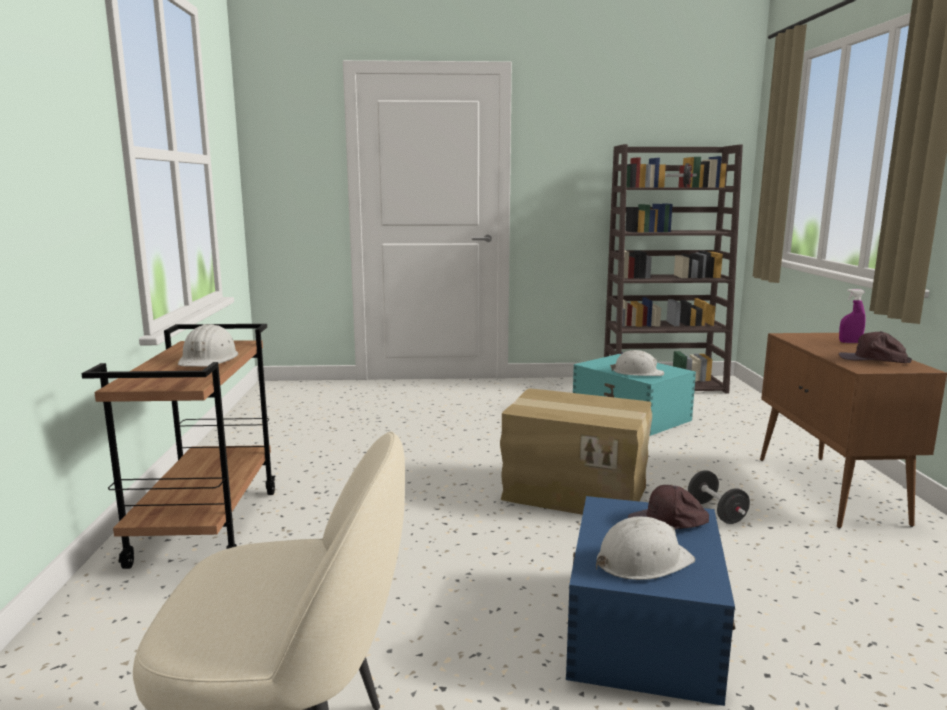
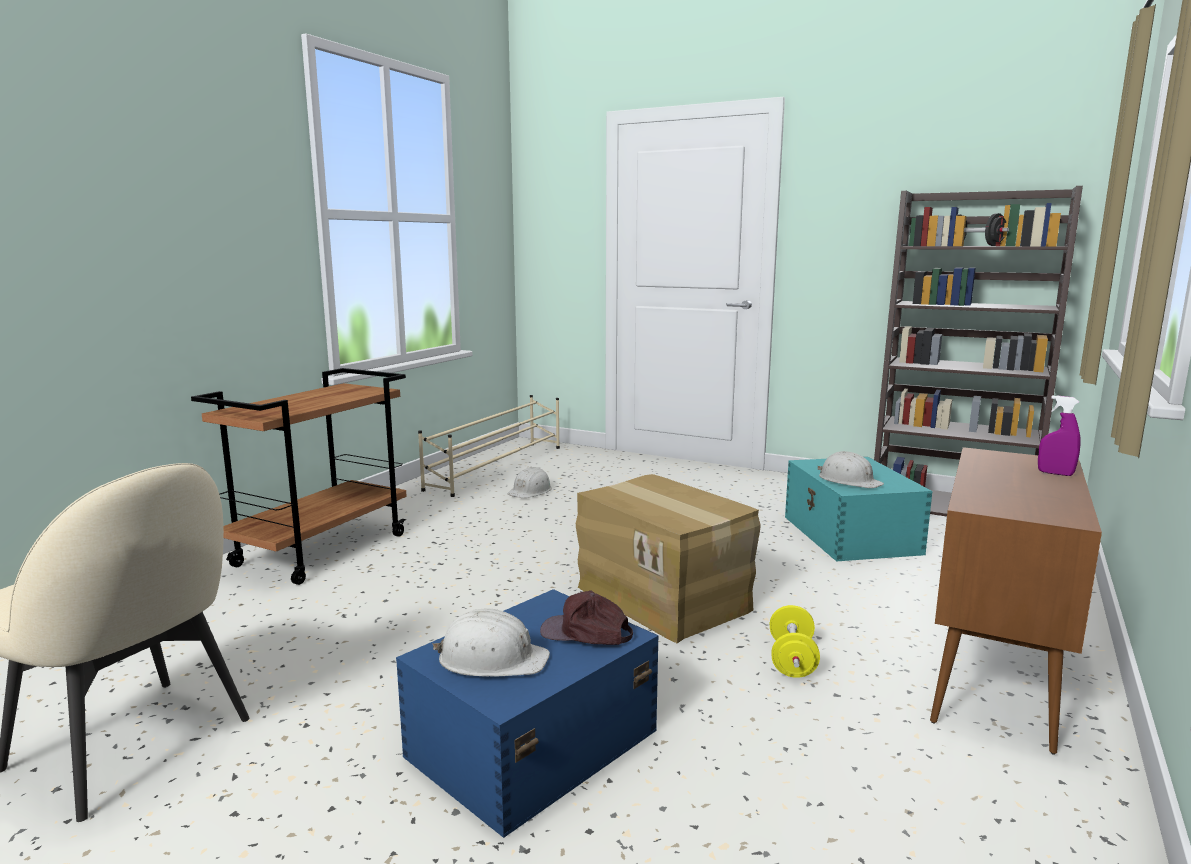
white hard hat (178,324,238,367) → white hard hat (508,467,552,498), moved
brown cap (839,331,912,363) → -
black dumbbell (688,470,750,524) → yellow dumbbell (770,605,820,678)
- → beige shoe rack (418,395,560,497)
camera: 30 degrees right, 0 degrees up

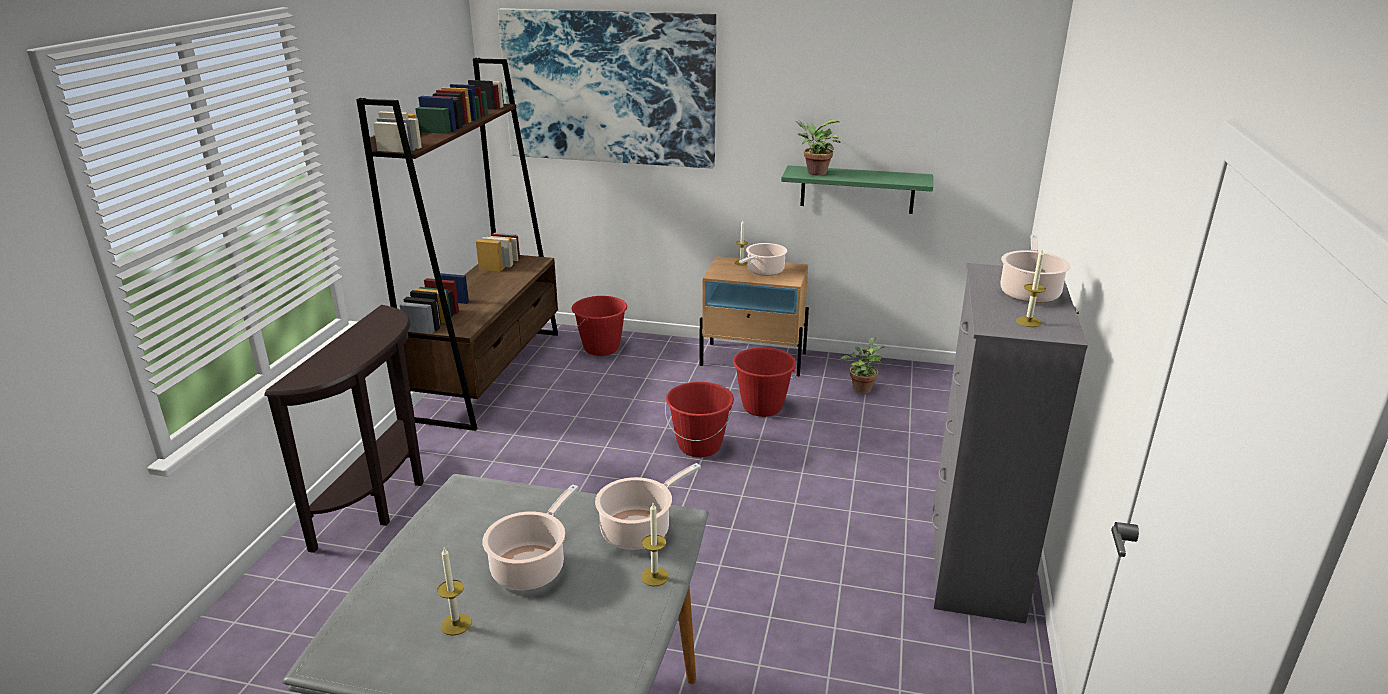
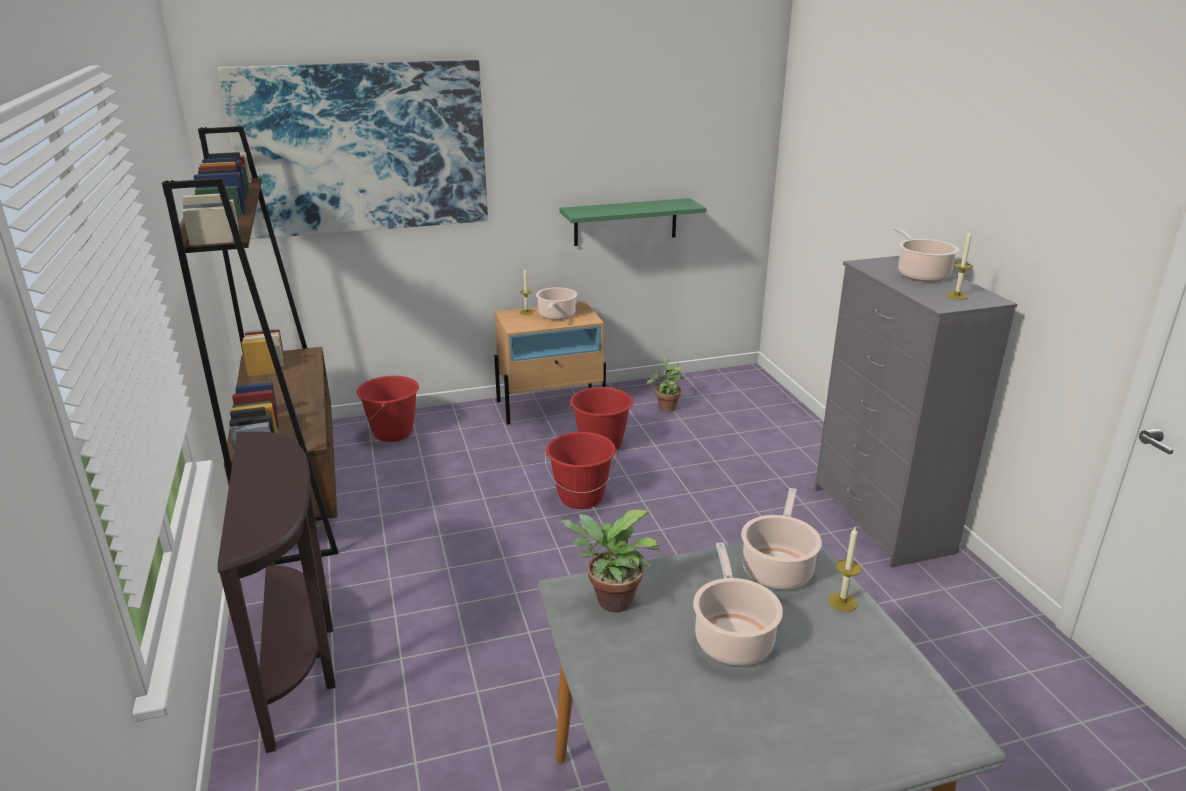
potted plant (795,120,840,175) → potted plant (559,510,660,612), moved
candle (437,548,471,636) → -
camera: 30 degrees left, 0 degrees up

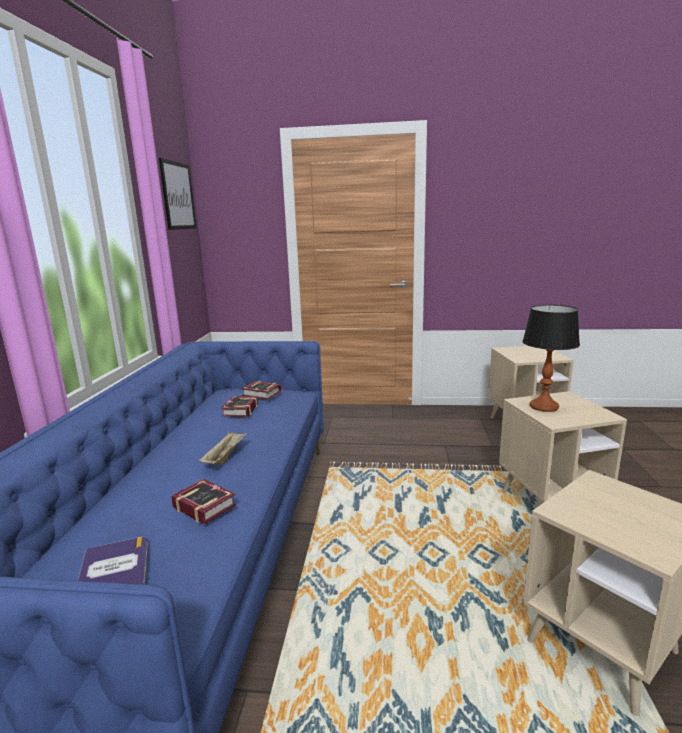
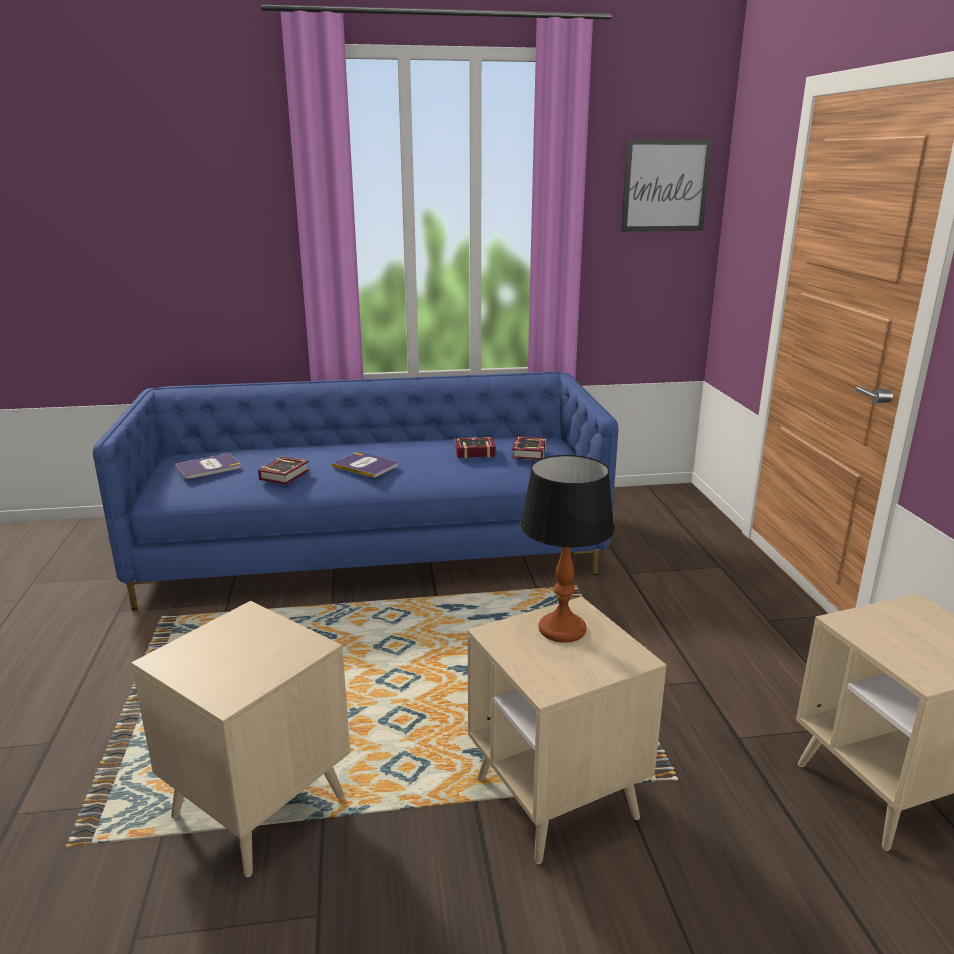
beige tray (198,431,248,465) → book (332,452,398,478)
camera: 75 degrees right, 5 degrees up

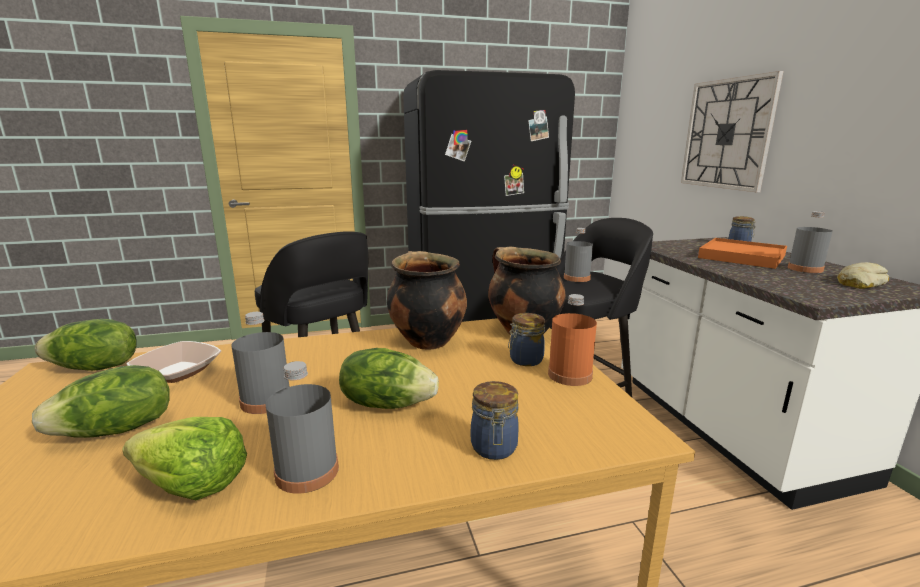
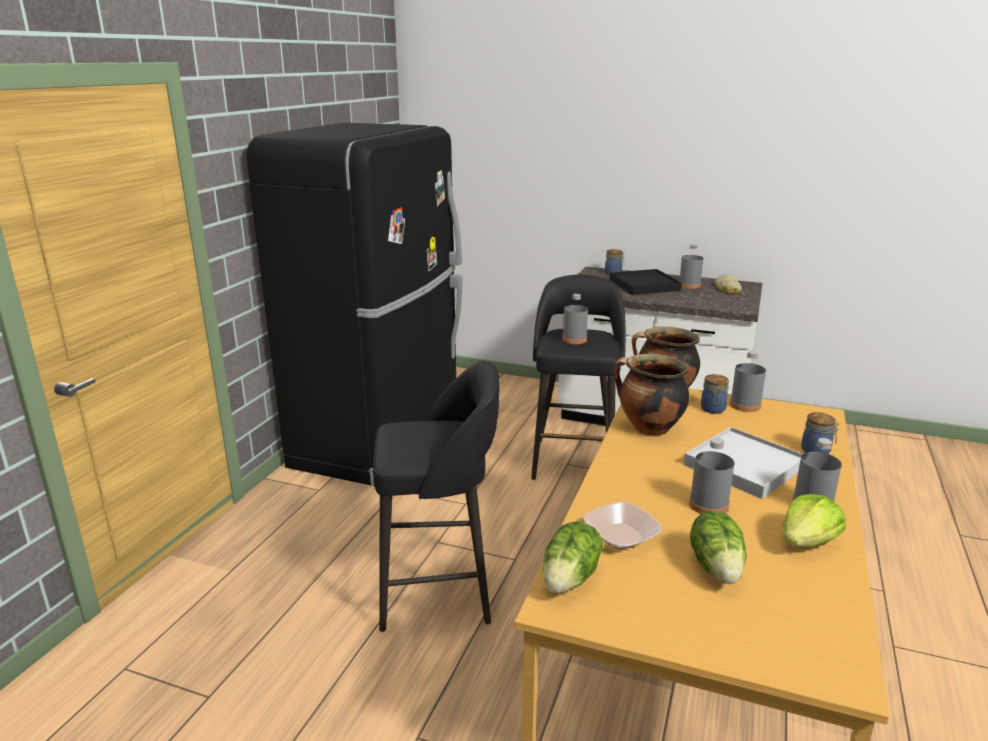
wall clock (681,71,784,192) → -
orange tray (698,238,787,269) → black tray (609,269,682,295)
orange bottle (548,294,597,386) → grey bottle (730,351,766,412)
lettuce (339,348,439,409) → white tray (684,427,802,499)
camera: 55 degrees left, 5 degrees up

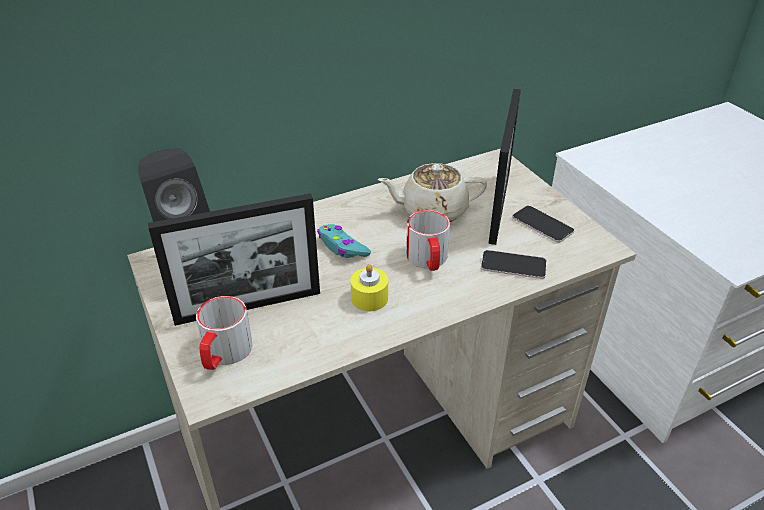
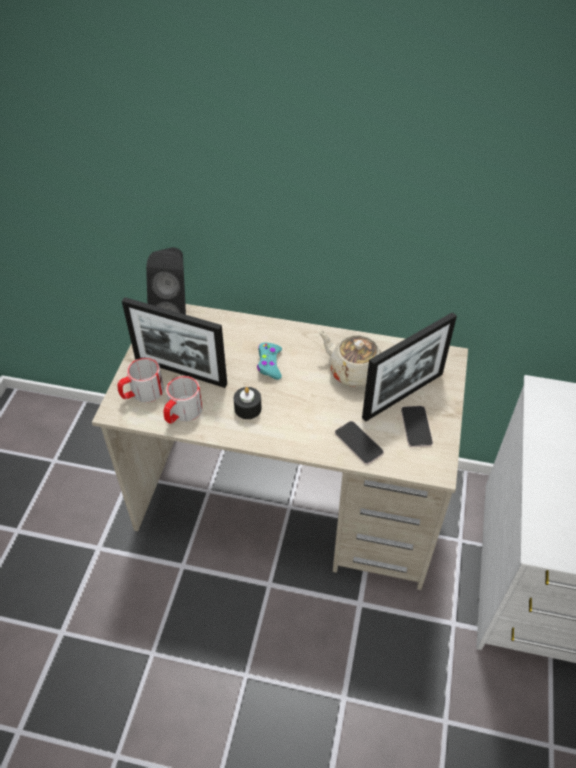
mug (406,210,450,271) → mug (164,376,202,424), moved
yellow candle (350,264,388,311) → black candle (234,387,262,419)
camera: 40 degrees right, 10 degrees up

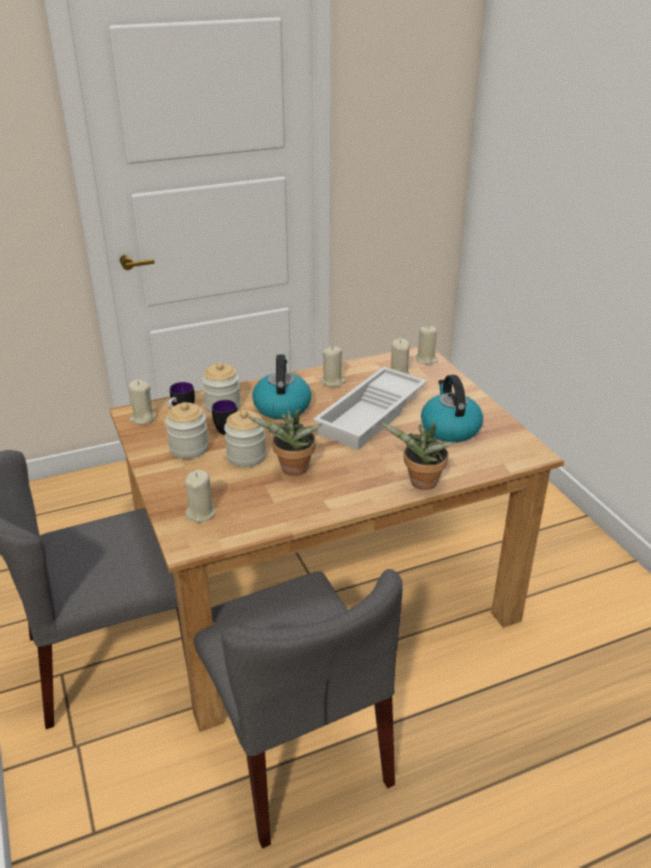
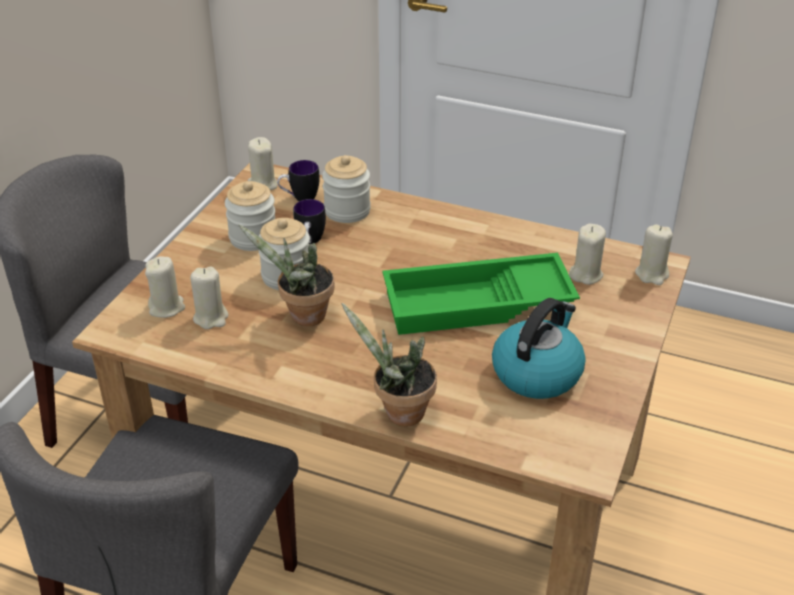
beige candle (320,346,346,387) → beige candle (190,266,229,329), moved
kettle (252,355,311,419) → -
white tray (313,367,427,450) → green tray (382,253,580,335)
camera: 45 degrees right, 5 degrees up

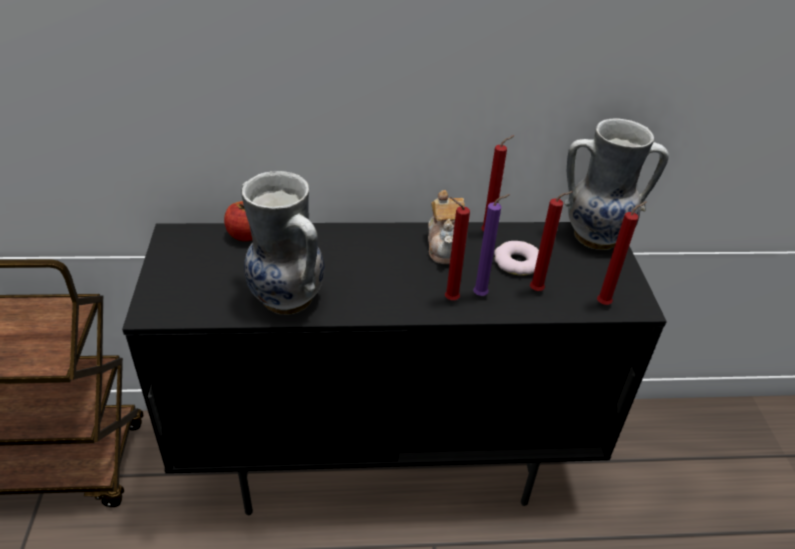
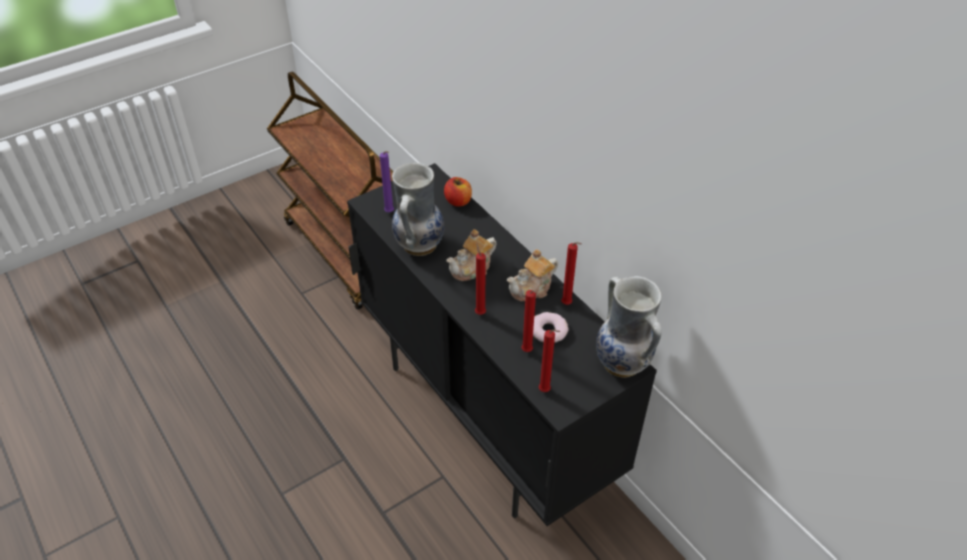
purple candle (473,194,511,296) → purple candle (380,151,394,212), moved
- → teapot (447,229,497,281)
camera: 60 degrees right, 5 degrees up

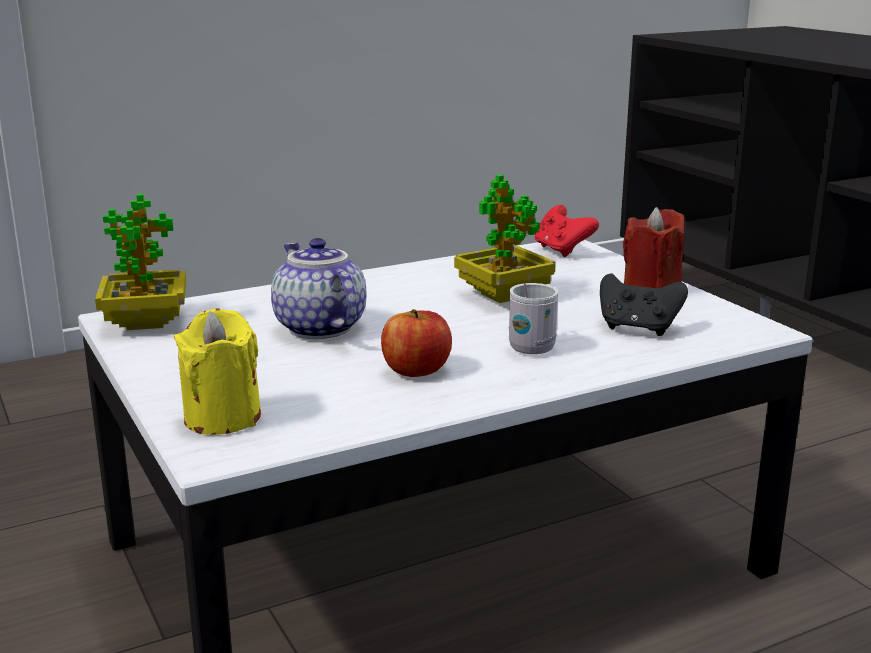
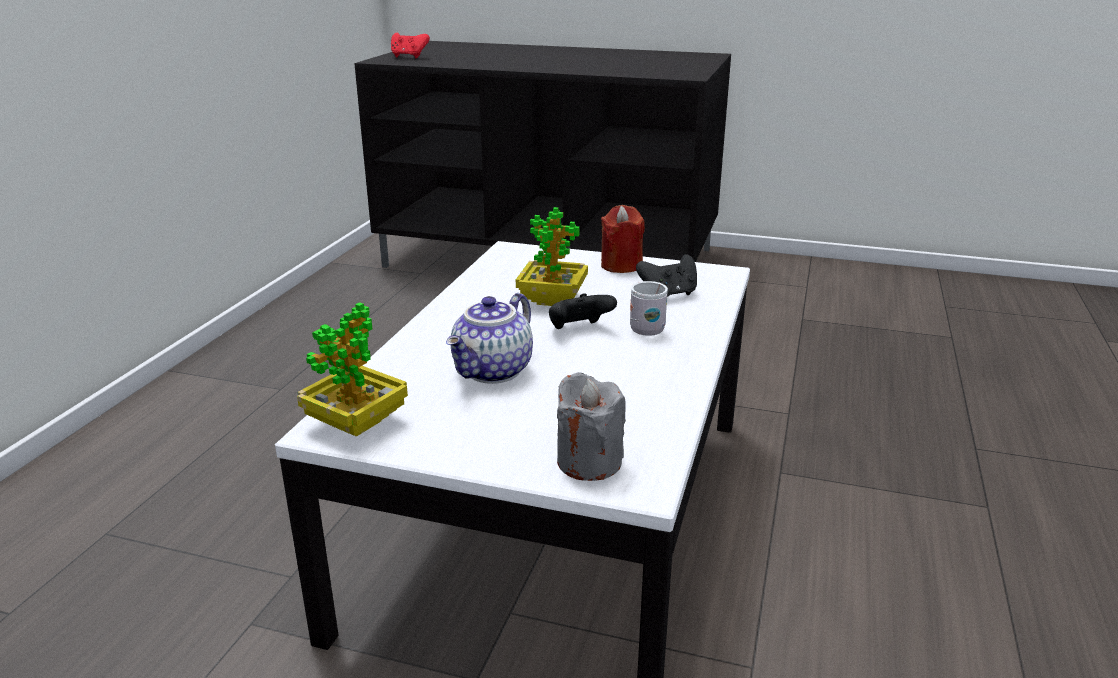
red game controller (535,205,599,257) → red game controller (391,33,430,58), moved
teapot (271,238,366,339) → teapot (446,293,533,384), 75 degrees counterclockwise
yellow candle (174,308,261,435) → grey candle (557,372,626,481)
apple (381,309,452,377) → -
- → black game controller (549,293,617,329)
camera: 45 degrees left, 5 degrees up

